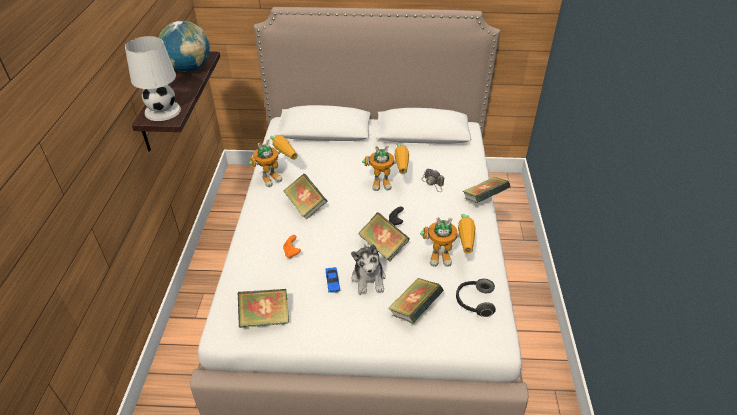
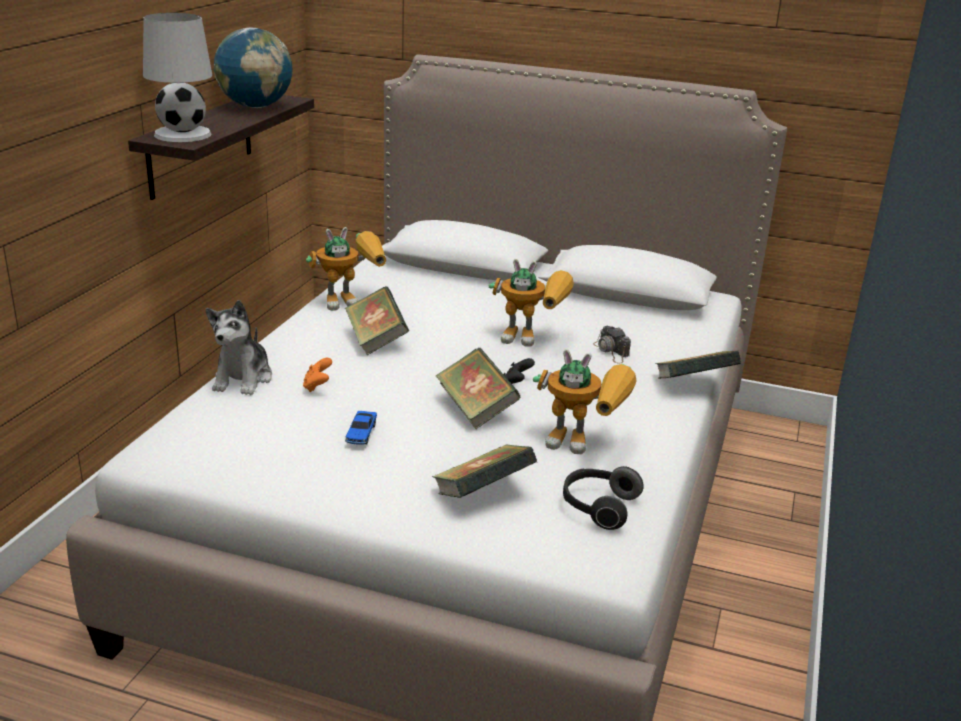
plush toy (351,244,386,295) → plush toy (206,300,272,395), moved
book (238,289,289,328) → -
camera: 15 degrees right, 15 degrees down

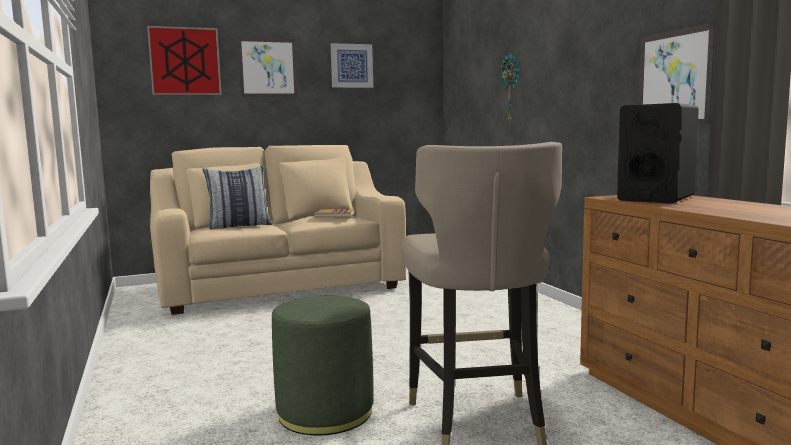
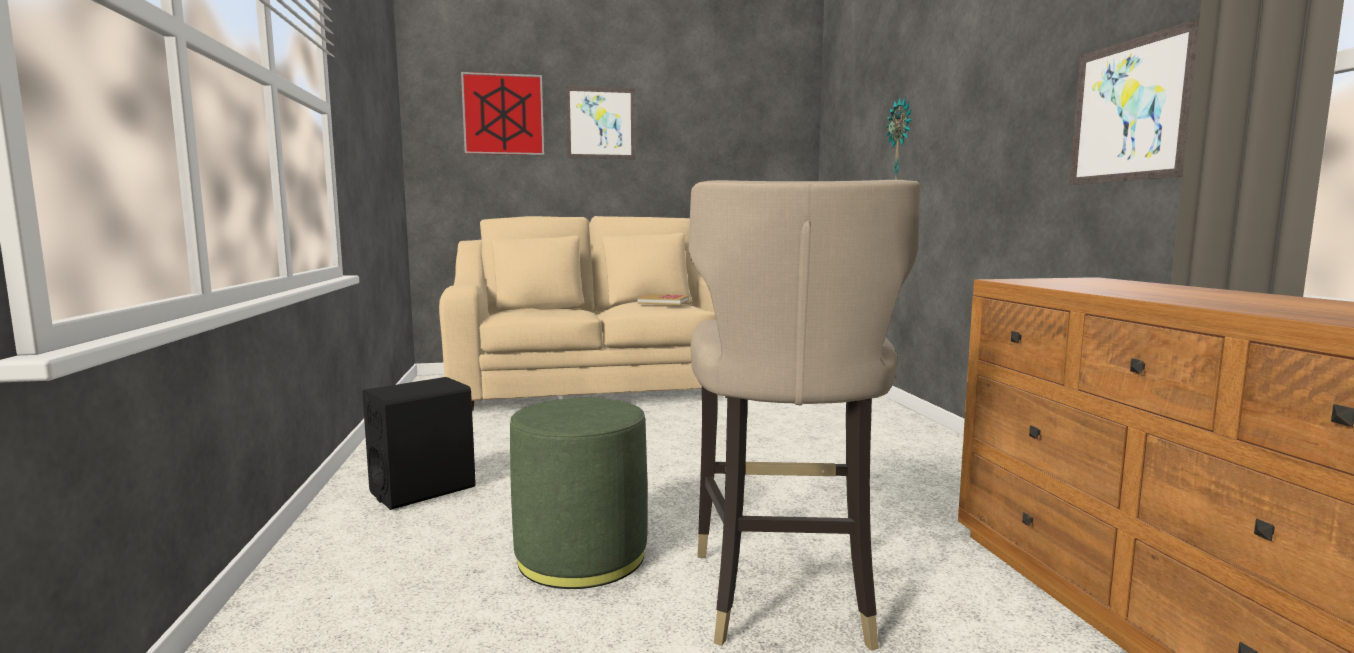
picture (331,43,373,88) → -
black speaker (617,103,699,204) → black speaker (362,377,476,510), moved
pillow (202,166,272,229) → -
camera: 10 degrees right, 0 degrees up

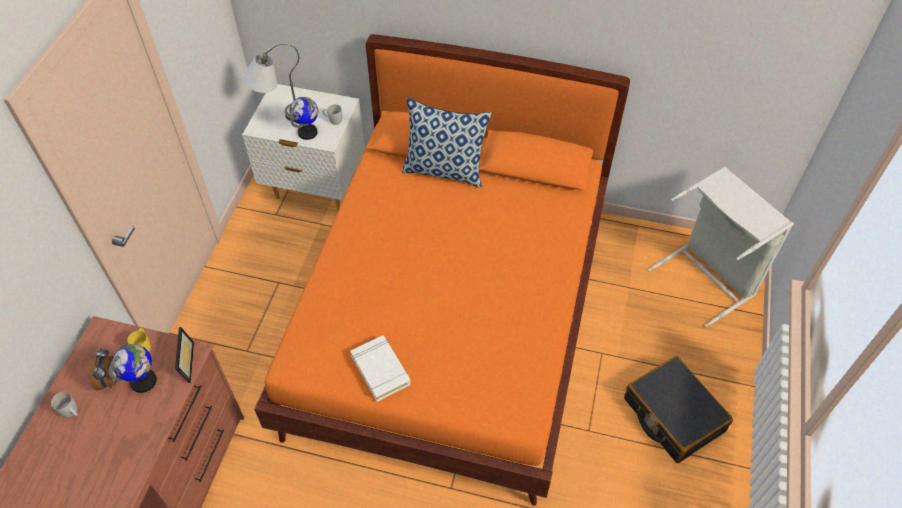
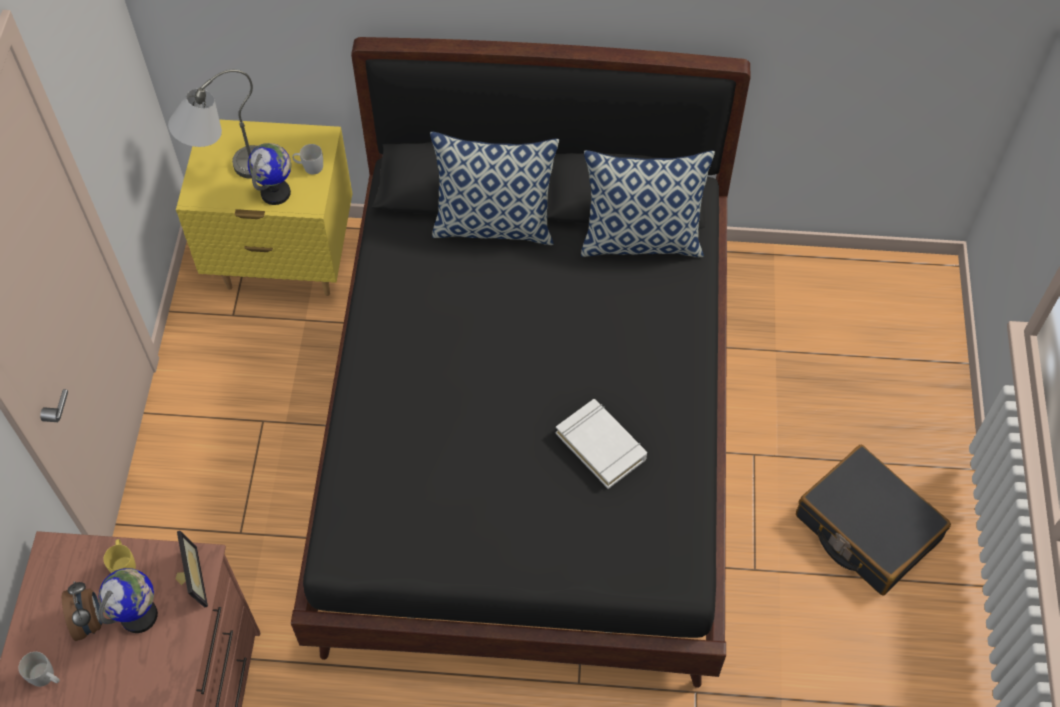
orange bed (254,34,630,506) → black bed (291,37,750,688)
white nightstand (242,84,365,211) → yellow nightstand (176,120,352,296)
grey laundry basket (648,166,794,327) → -
white book (350,335,411,402) → white book (556,399,647,489), moved
- → pillow (581,150,715,257)
camera: 10 degrees left, 5 degrees up

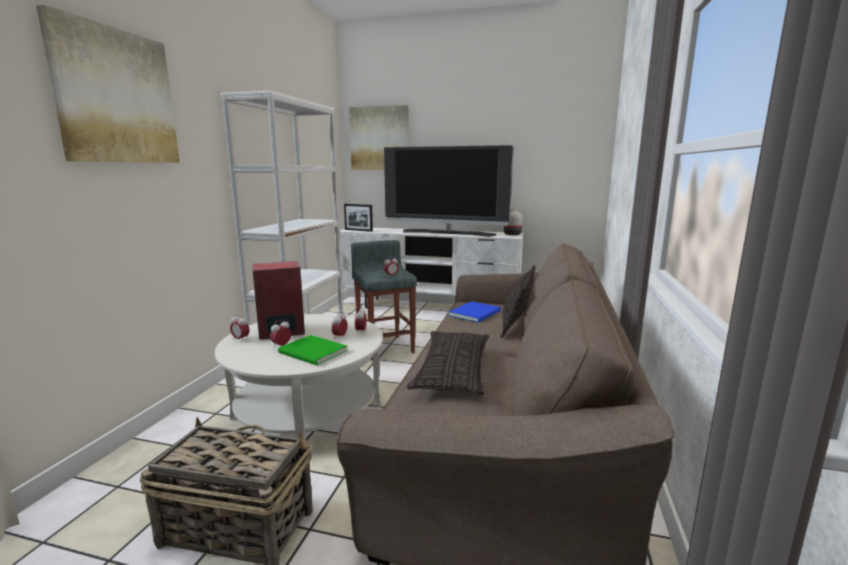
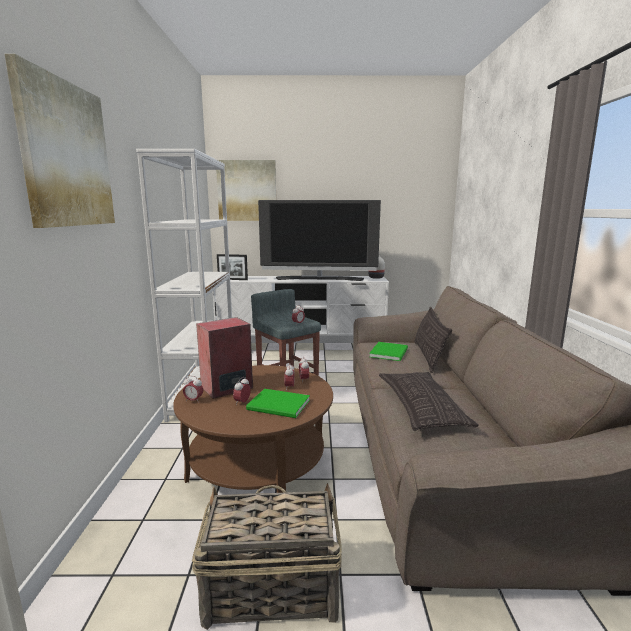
blue book (448,301,501,323) → green book (369,342,408,361)
white coffee table (215,314,383,439) → brown coffee table (173,365,333,493)
camera: 15 degrees left, 0 degrees up

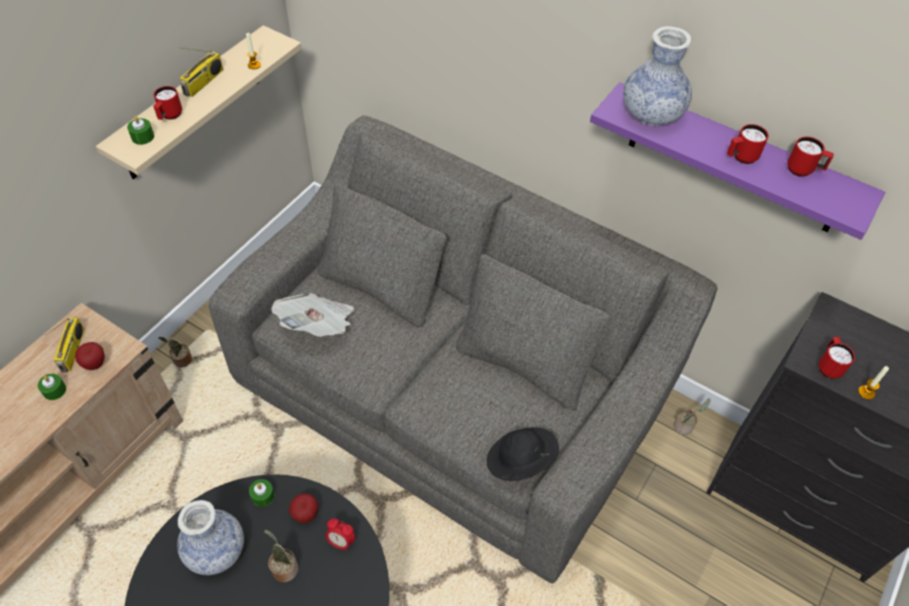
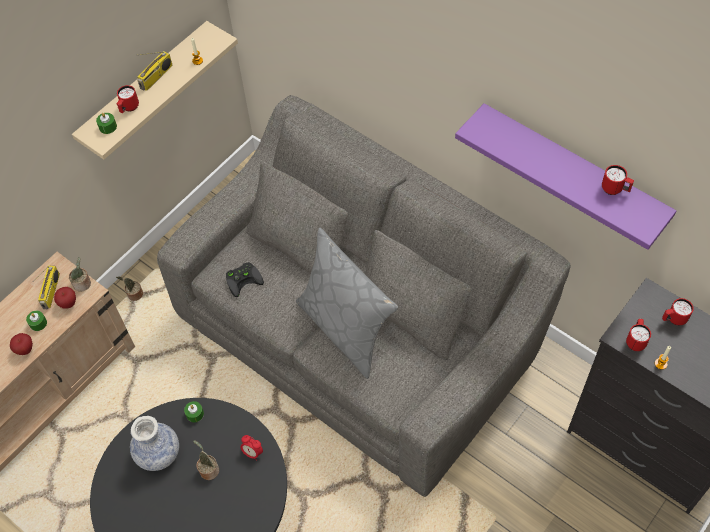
vase (623,26,692,126) → -
red mug (727,124,769,164) → red mug (662,298,694,325), moved
newspaper (271,293,354,337) → black game controller (226,262,264,297)
potted plant (673,398,711,435) → potted plant (69,257,91,292), moved
black hat (487,427,559,481) → -
apple (289,493,318,523) → apple (10,333,33,355), moved
- → grey pillow (296,228,398,379)
camera: 10 degrees right, 5 degrees up

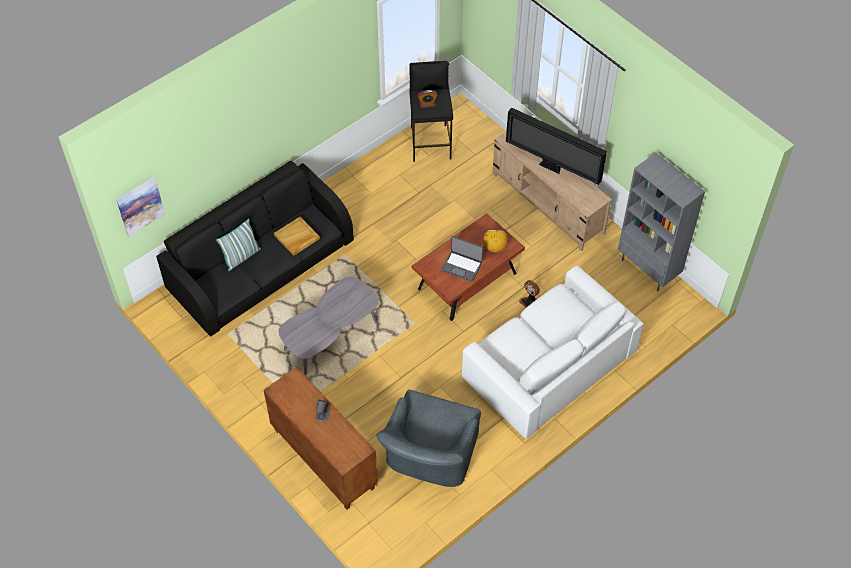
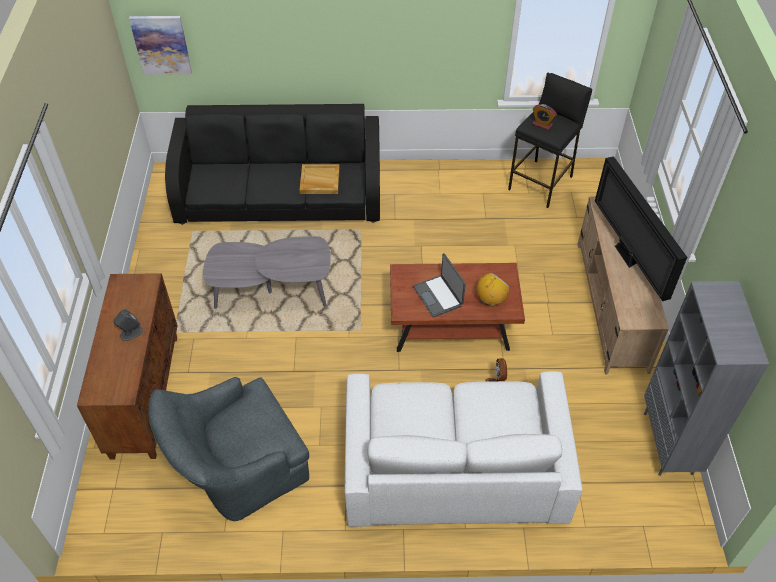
pillow (216,219,261,271) → -
camera: 40 degrees right, 5 degrees down

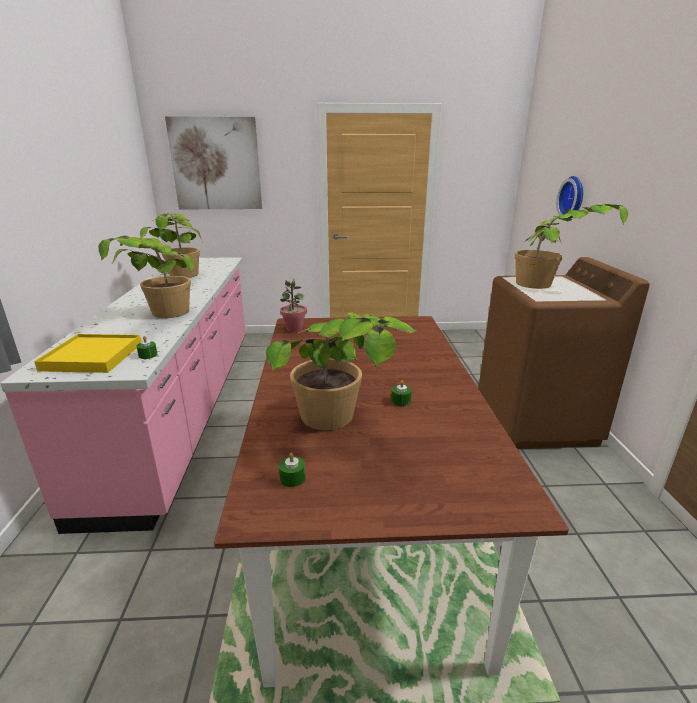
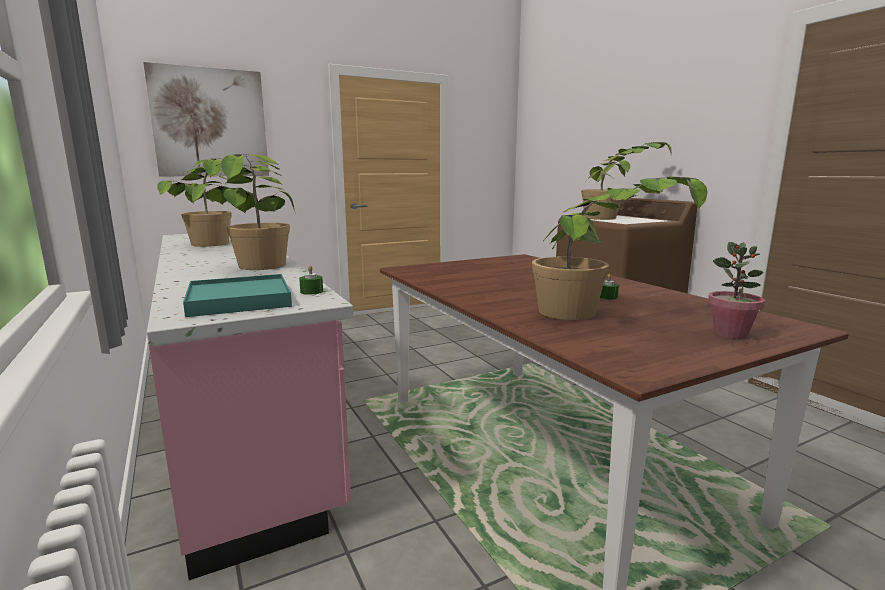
wall clock (557,176,583,219) → -
potted plant (280,278,307,332) → potted plant (708,242,765,339), moved
yellow tray (34,334,141,373) → turquoise tray (183,274,292,317)
green candle (279,453,306,487) → -
camera: 25 degrees left, 10 degrees down

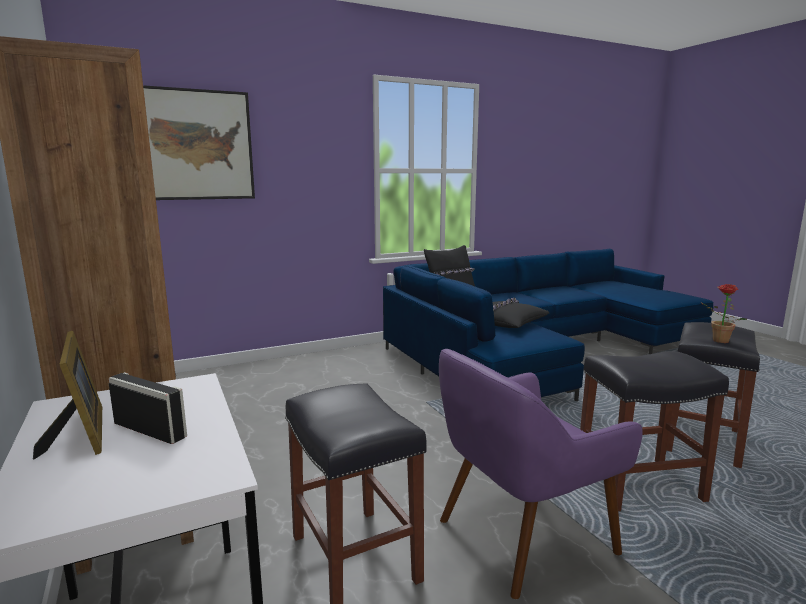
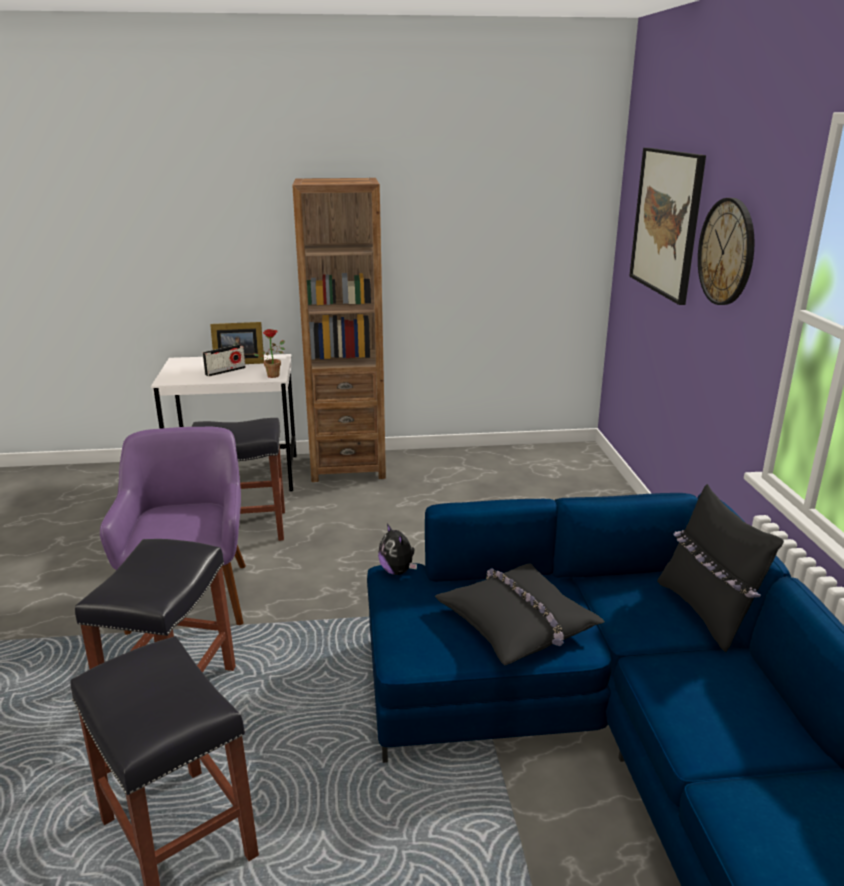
potted plant (700,284,747,343) → potted plant (253,329,285,378), moved
- → wall clock (698,198,754,305)
- → plush toy (378,523,417,575)
camera: 110 degrees right, 10 degrees up

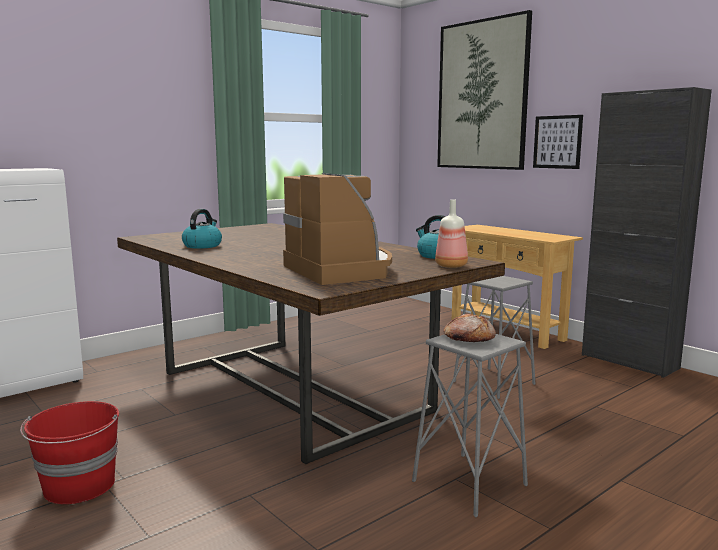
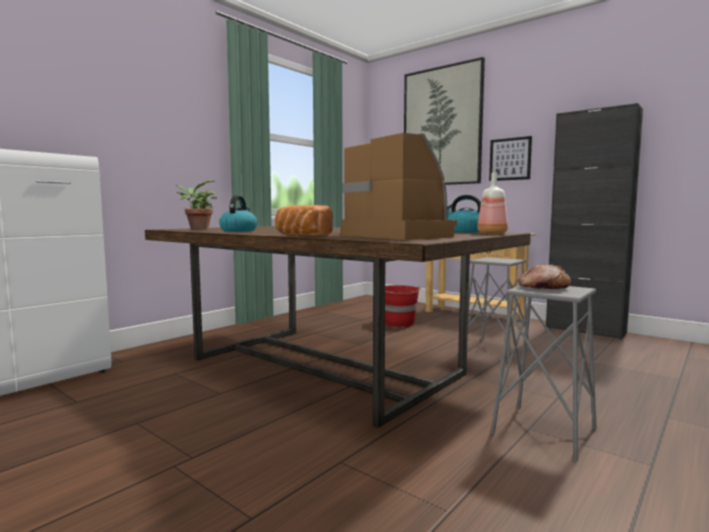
red bucket (20,401,119,504) → red bucket (385,285,421,327), moved
- → potted plant (176,181,217,230)
- → bread (275,205,333,236)
camera: 10 degrees left, 5 degrees down

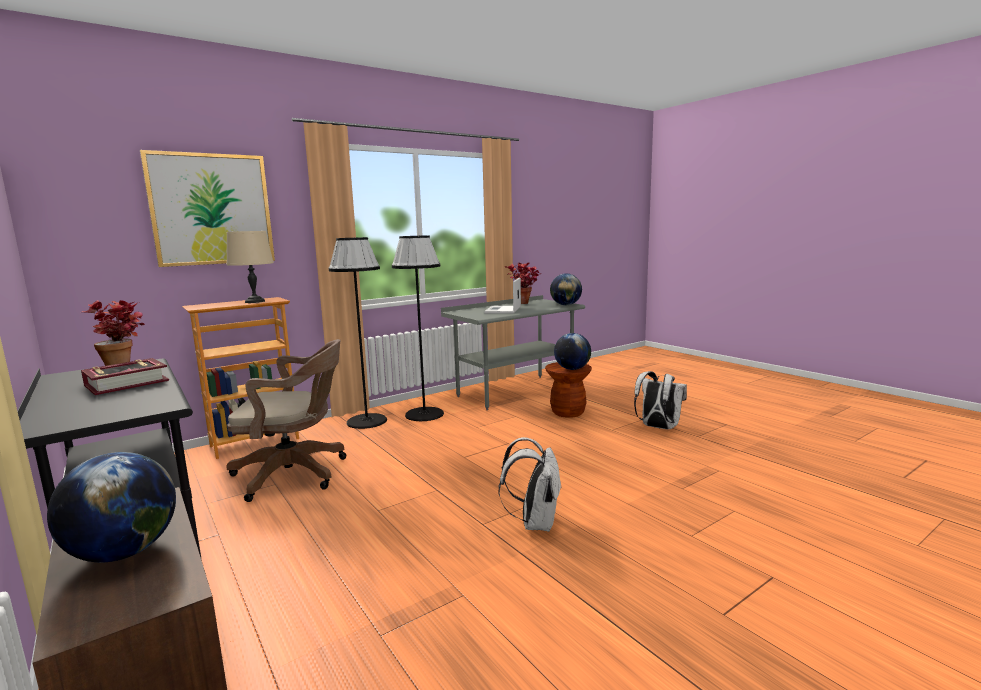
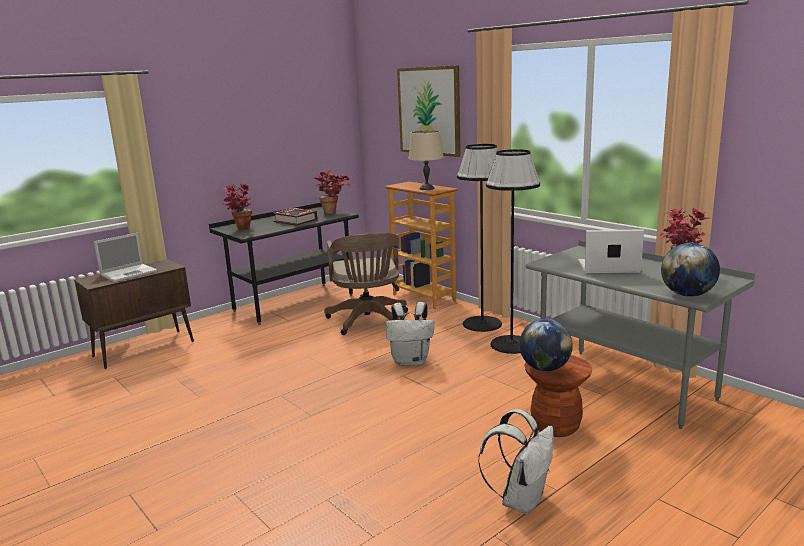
white backpack (498,437,562,532) → white backpack (386,302,434,366), moved
globe (47,452,176,563) → laptop (94,233,157,282)
- → potted plant (222,183,253,230)
camera: 85 degrees right, 5 degrees up

